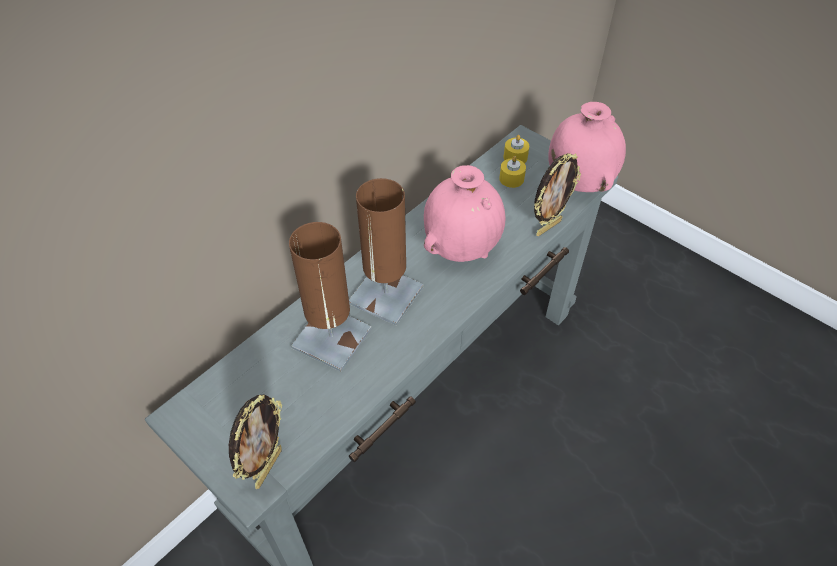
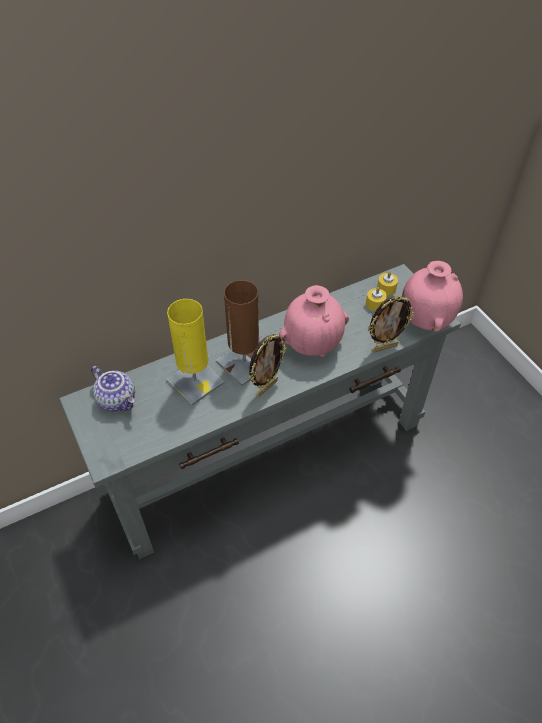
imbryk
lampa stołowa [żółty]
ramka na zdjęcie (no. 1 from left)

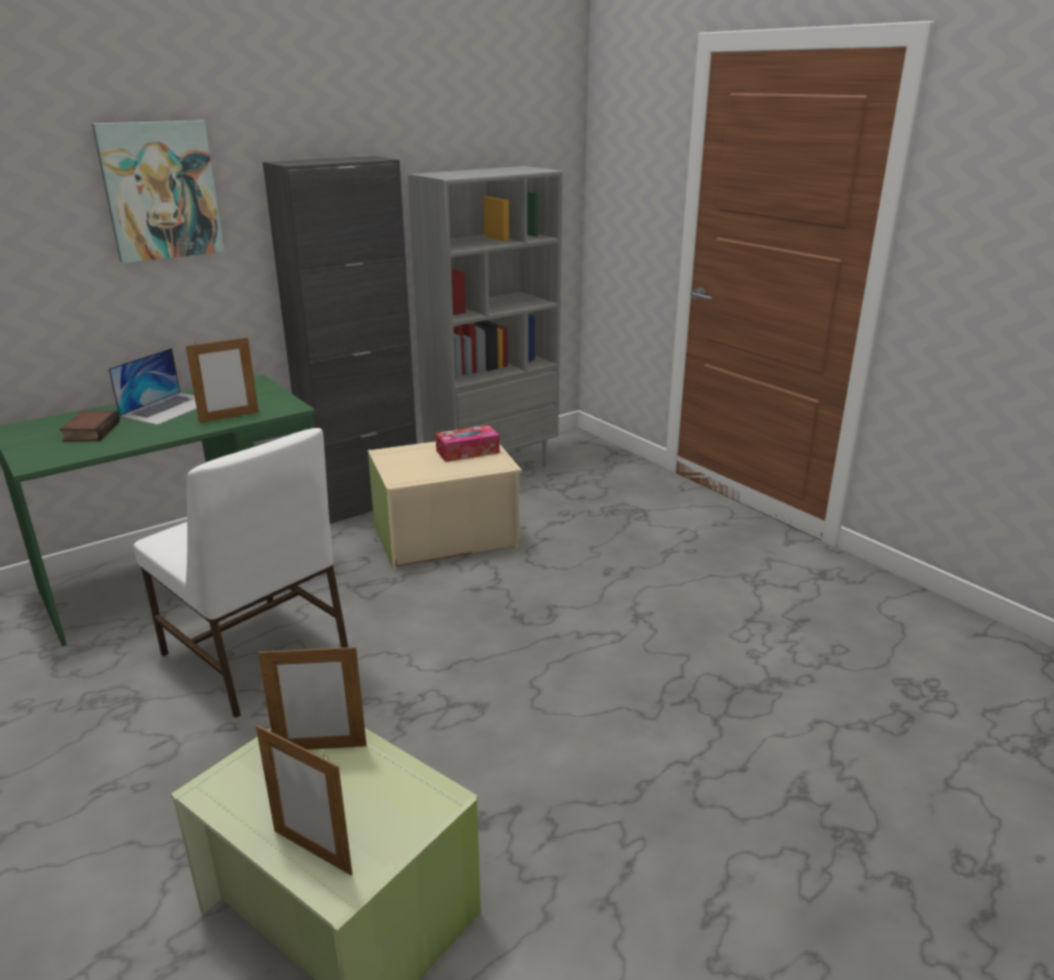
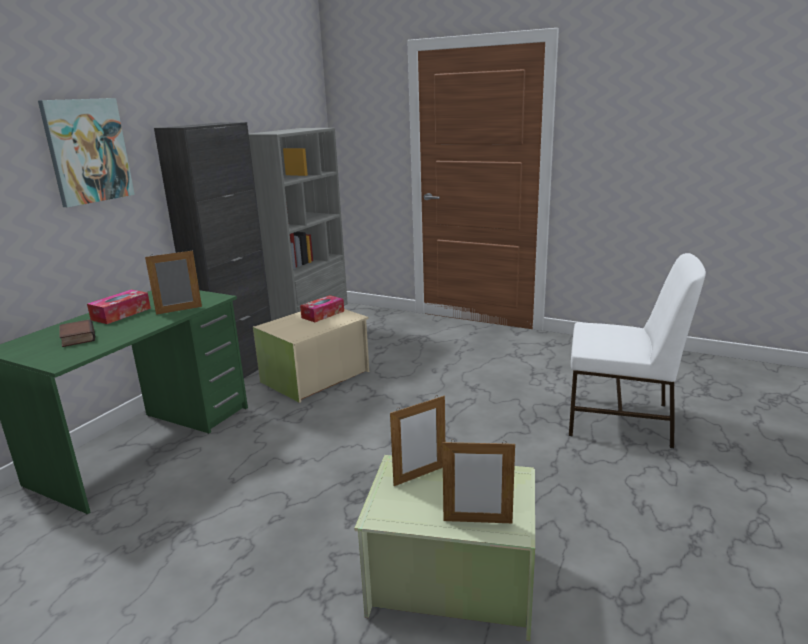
pudełko chusteczek (no. 1 from left)
ramka na zdjęcie (no. 1 from left)
krzesło [biały]

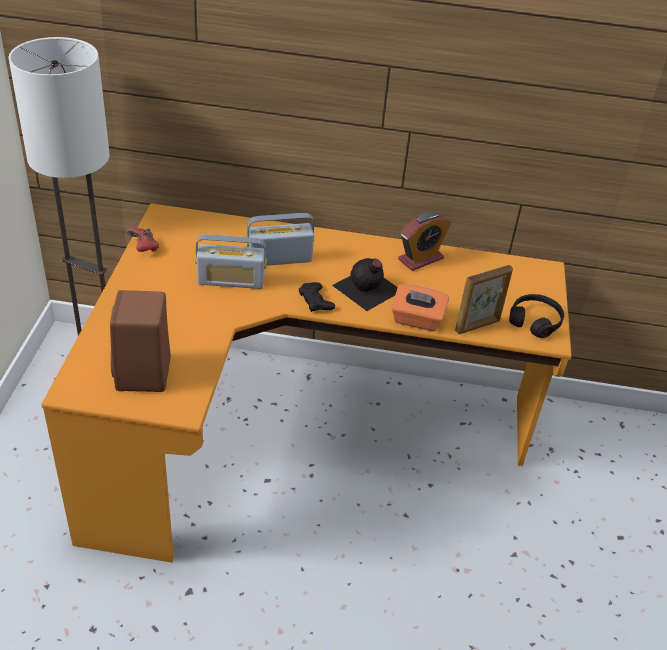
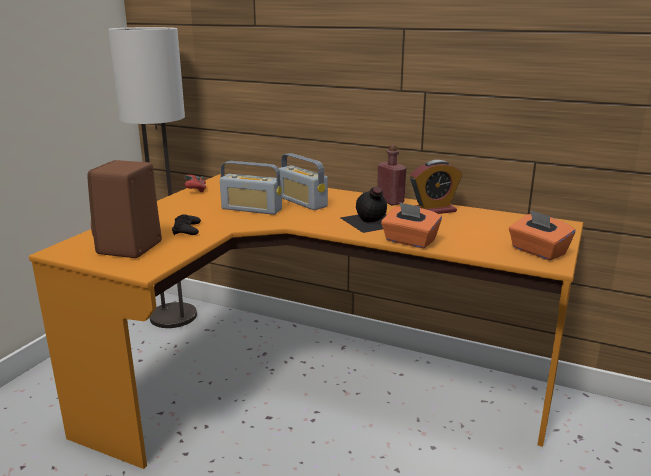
pad do gier [czarny]
radio (no. 2 from left)
butelka [czerwony]
pudełko chusteczek [pomarańczowy] (no. 2 from left)
ramka na zdjęcie

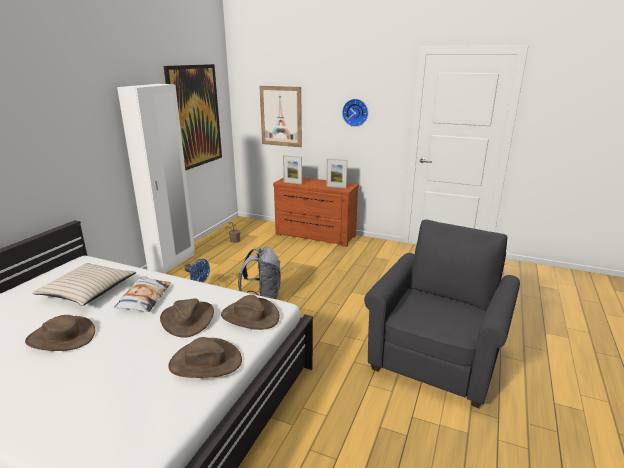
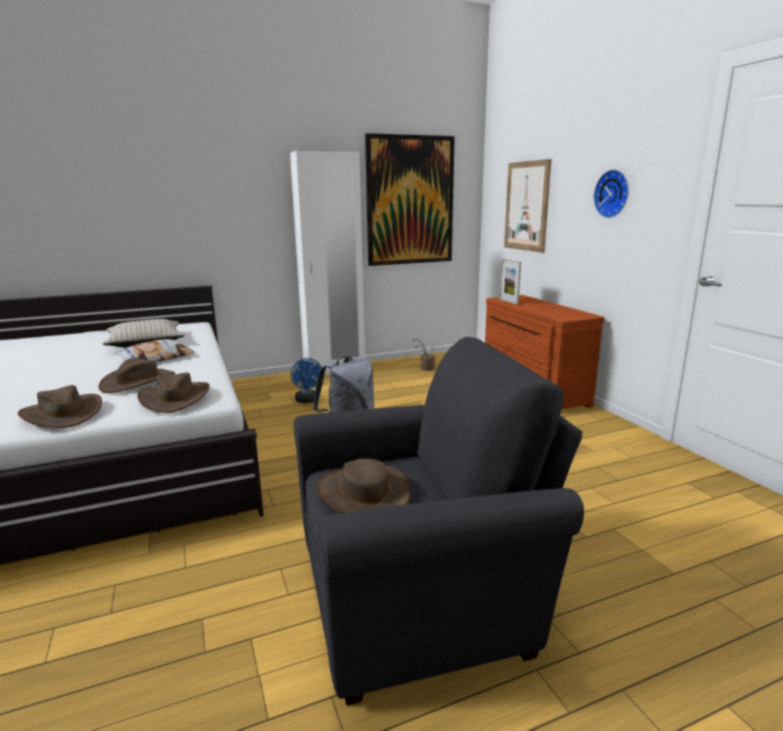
kapelusz [brązowy] (no. 4 from left)
ramka na zdjęcie (no. 2 from left in the first image)

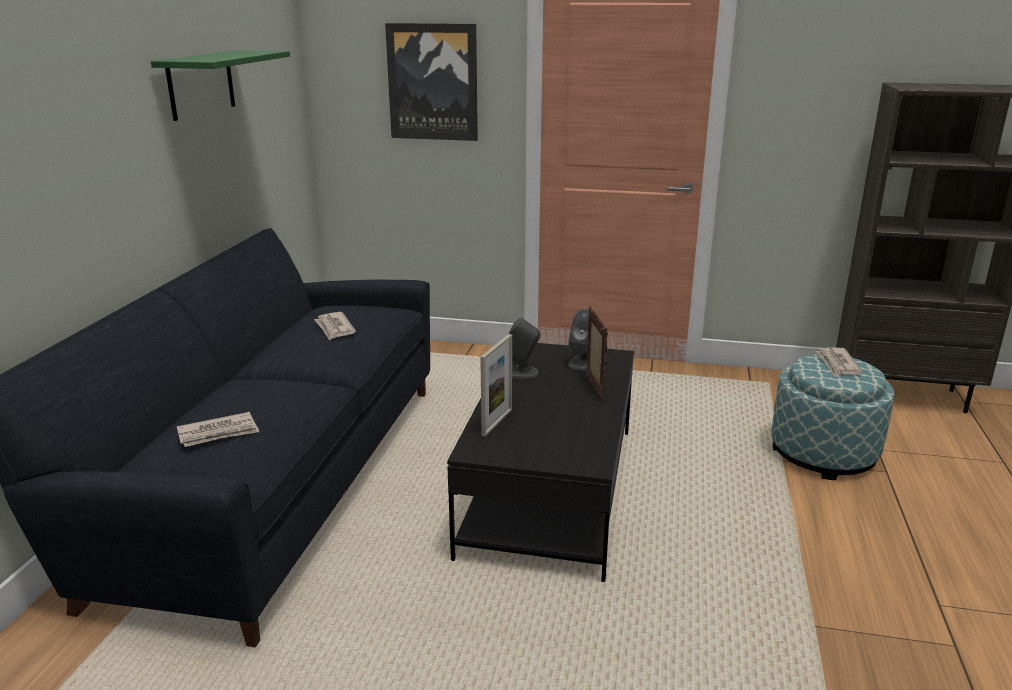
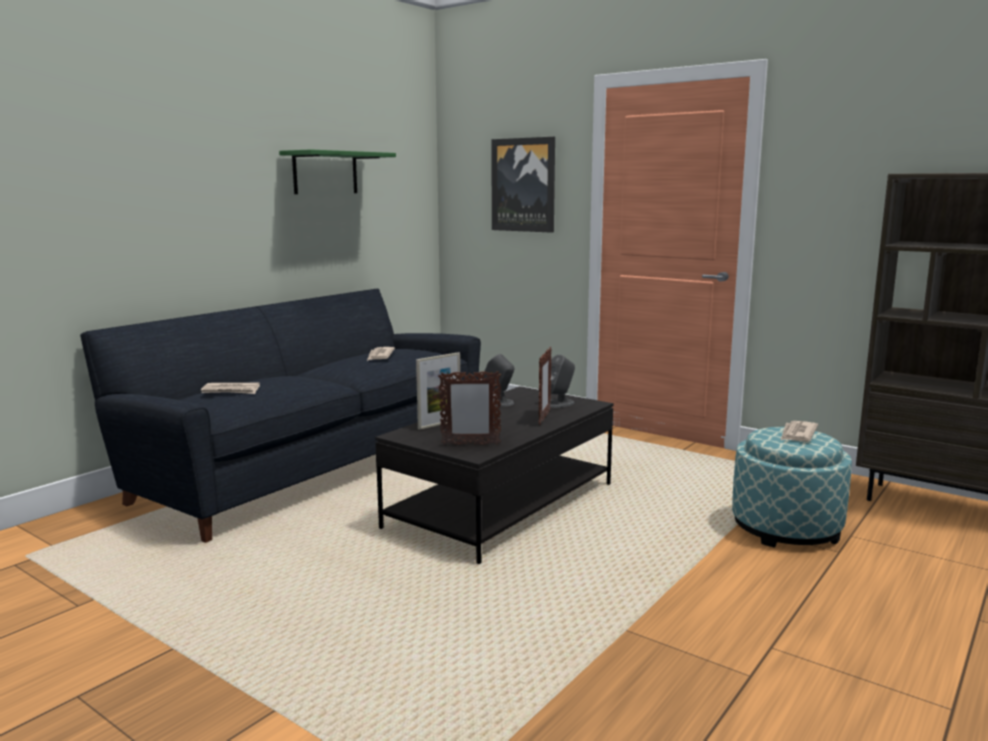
ramka na zdjęcie (no. 2 from left)

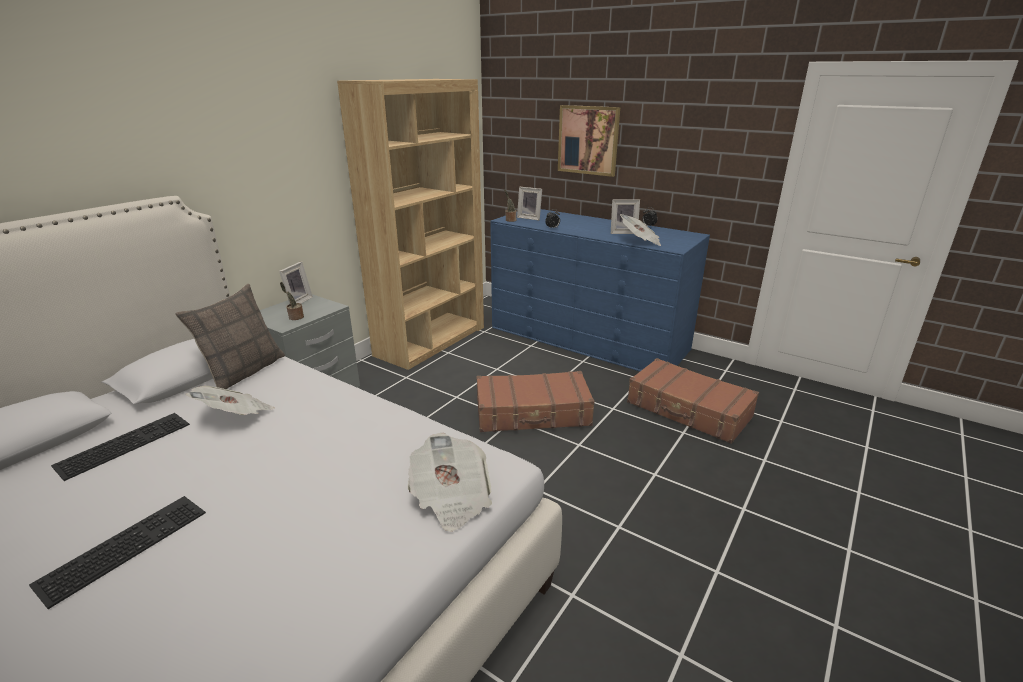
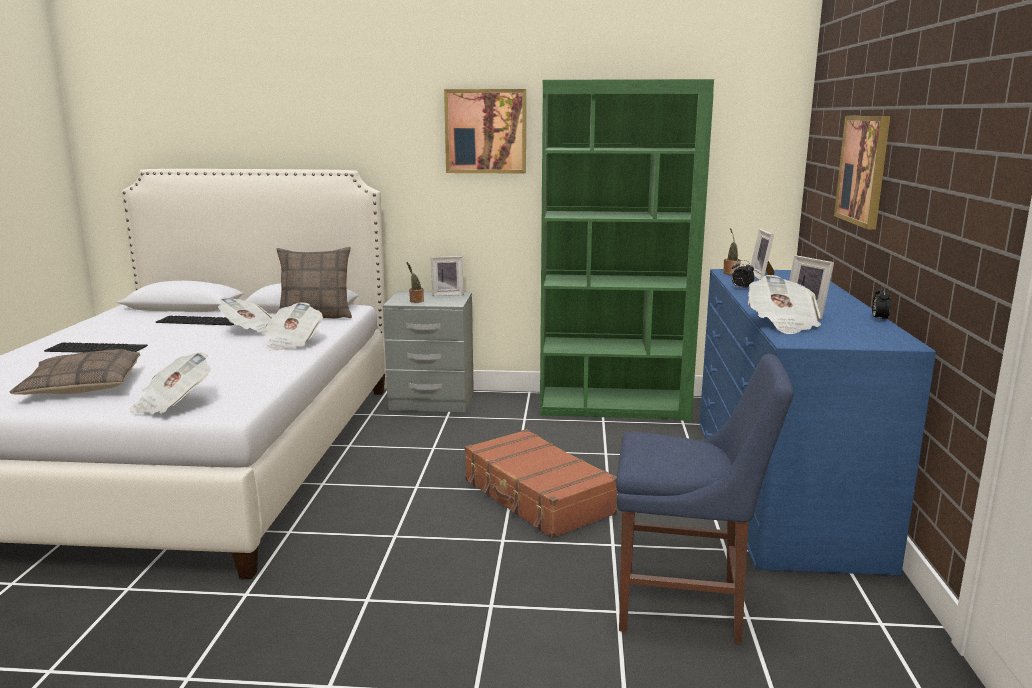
poduszka (no. 1 from left)
gazeta (no. 3 from left)
obraz (no. 1 from left)
regał [zielony]
krzesło [niebieski]

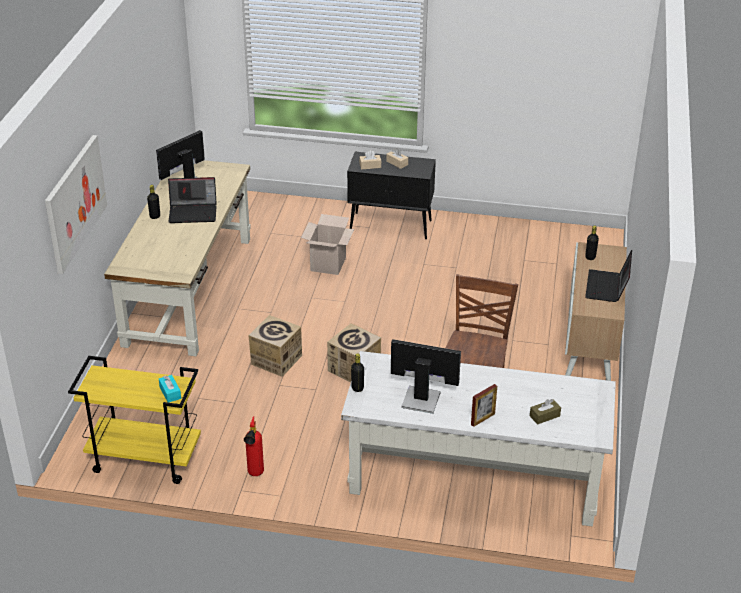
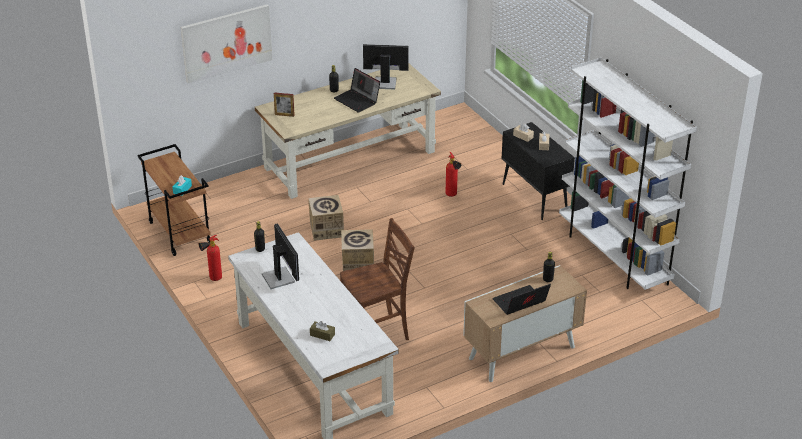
wózek [brązowy]
ramka na zdjęcie
gaśnica (no. 2 from left)
regał [biały]

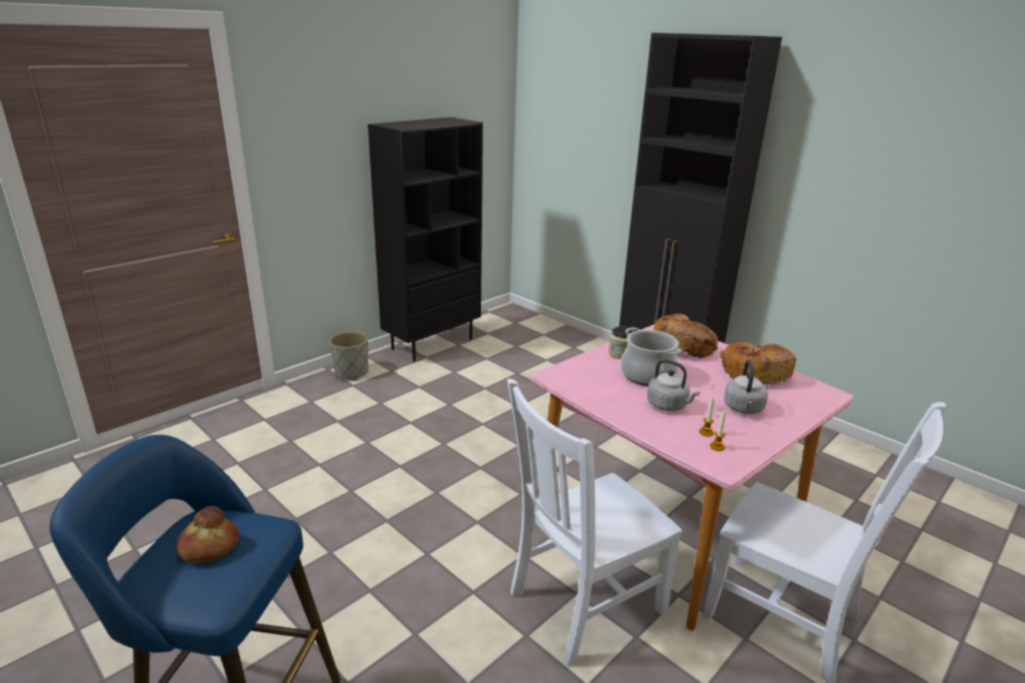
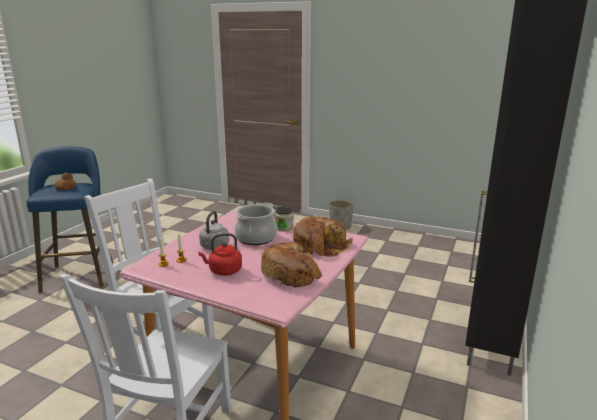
czajnik [czerwony]
regał [czarny]

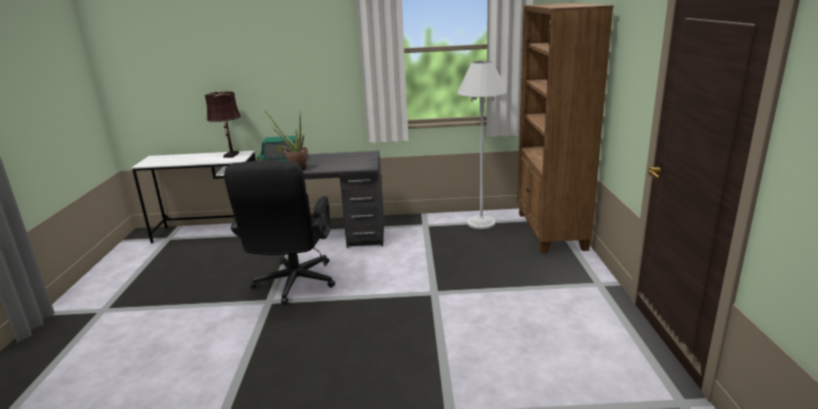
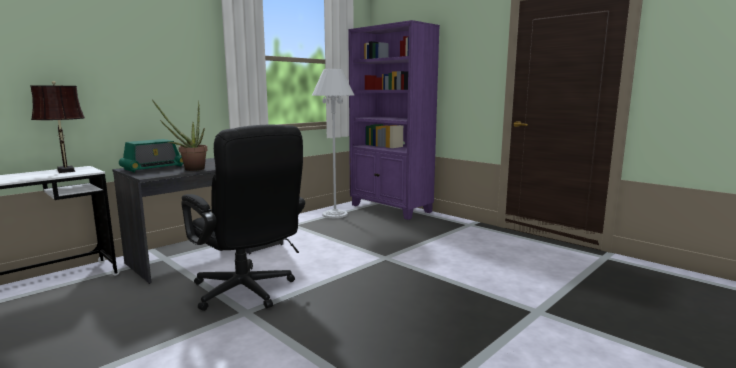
regał [fioletowy]

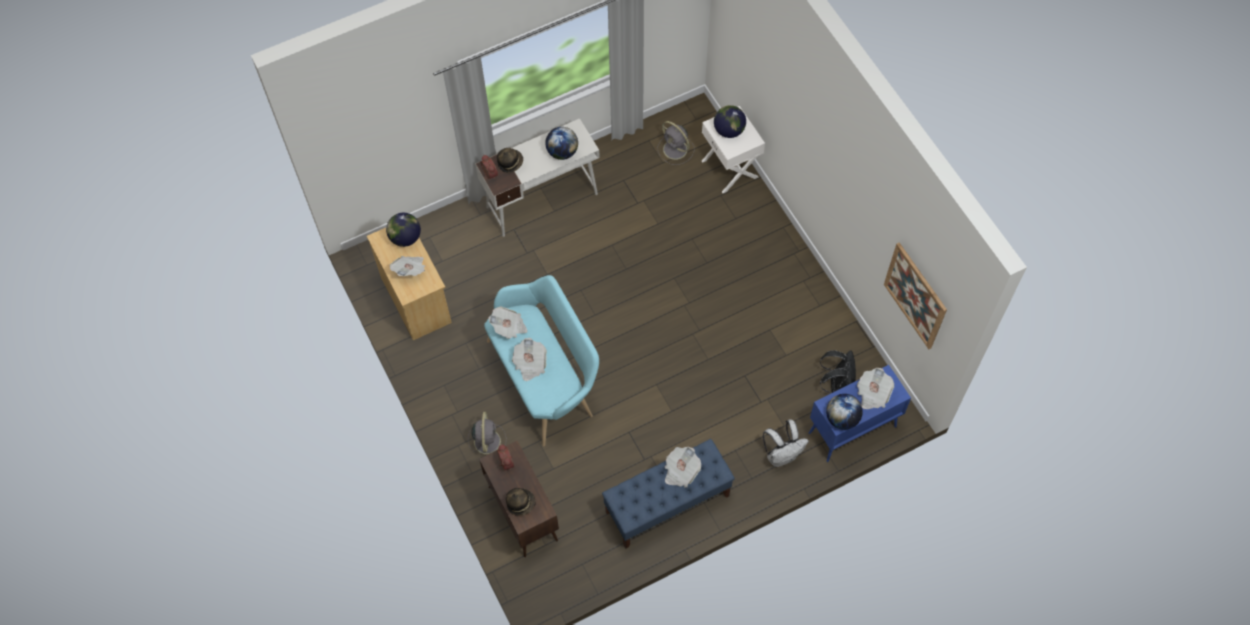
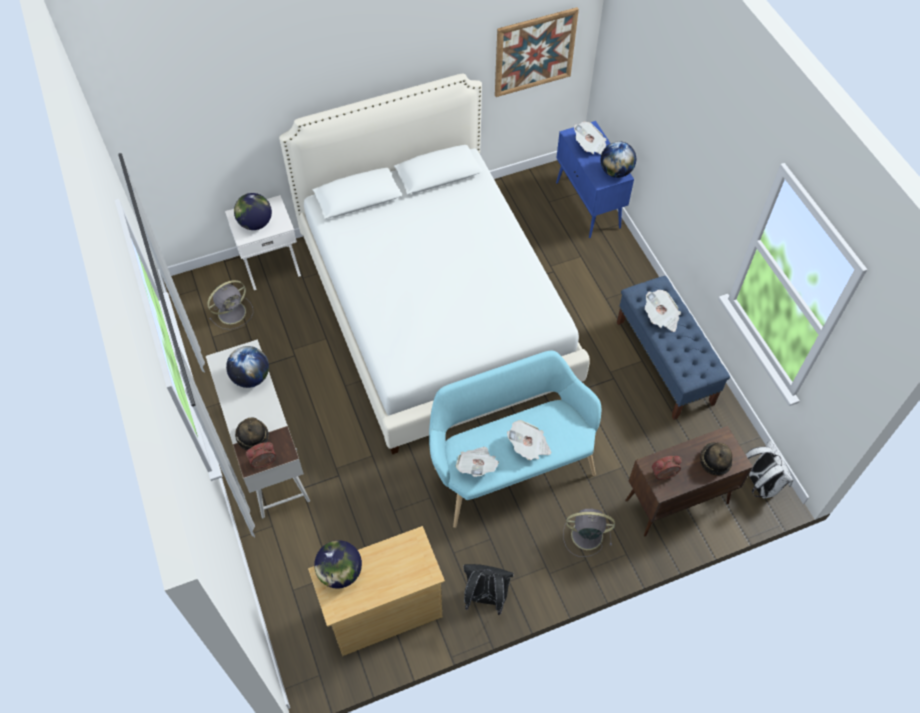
łóżko [biały]
plecak [czarny]
plecak [biały]
gazeta (no. 1 from left in the first image)

